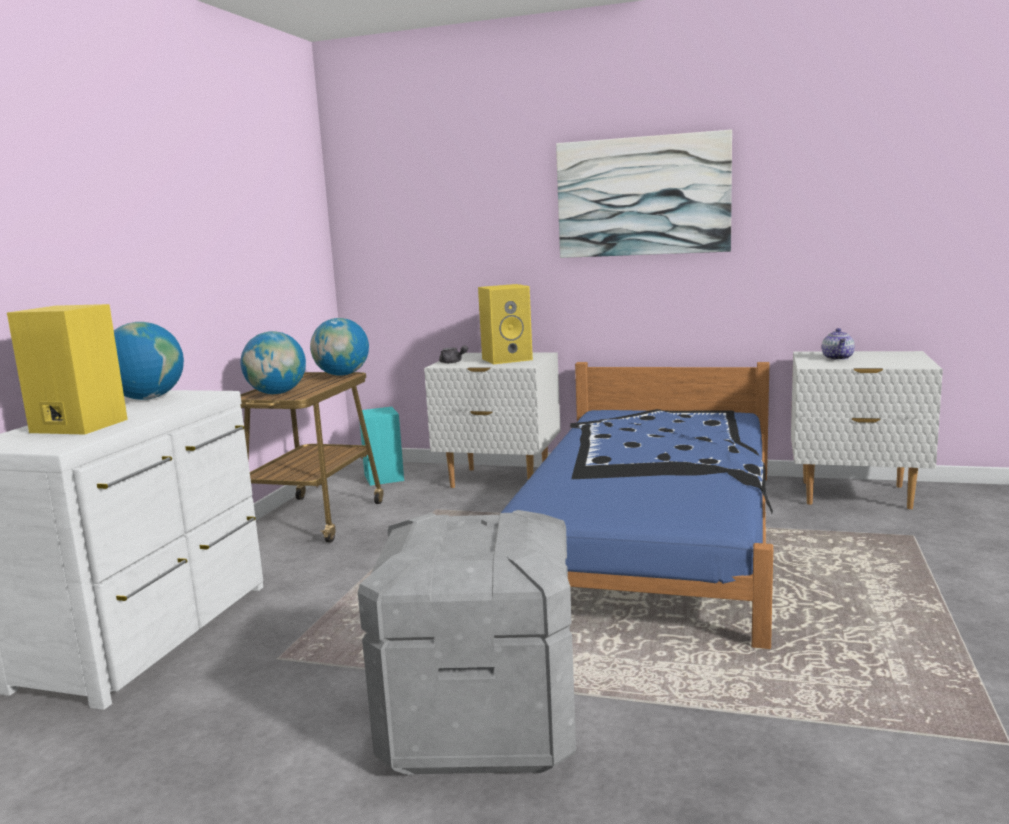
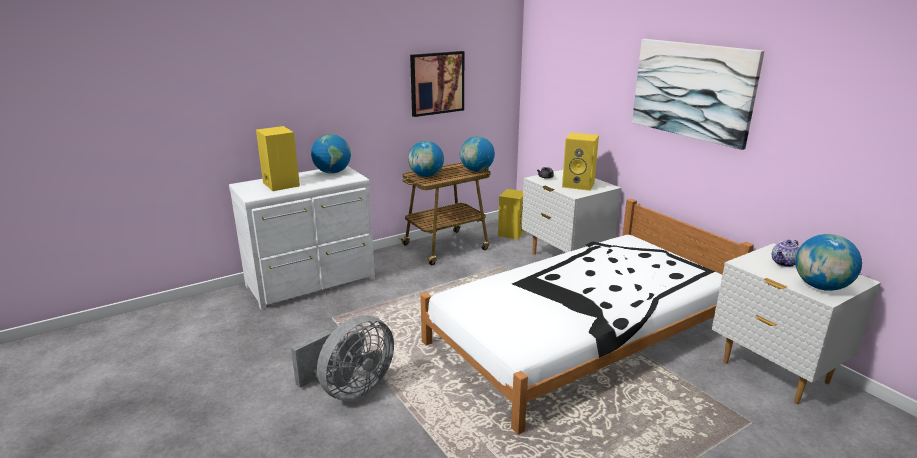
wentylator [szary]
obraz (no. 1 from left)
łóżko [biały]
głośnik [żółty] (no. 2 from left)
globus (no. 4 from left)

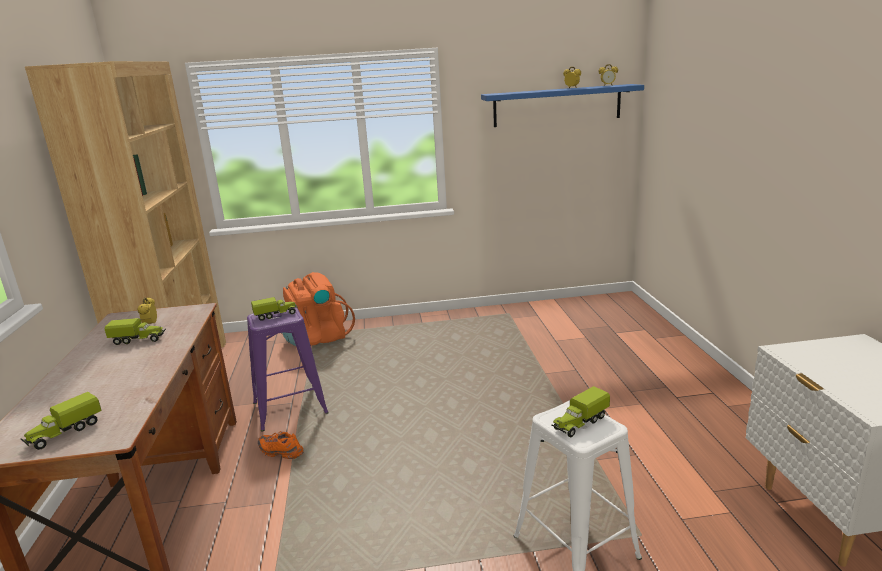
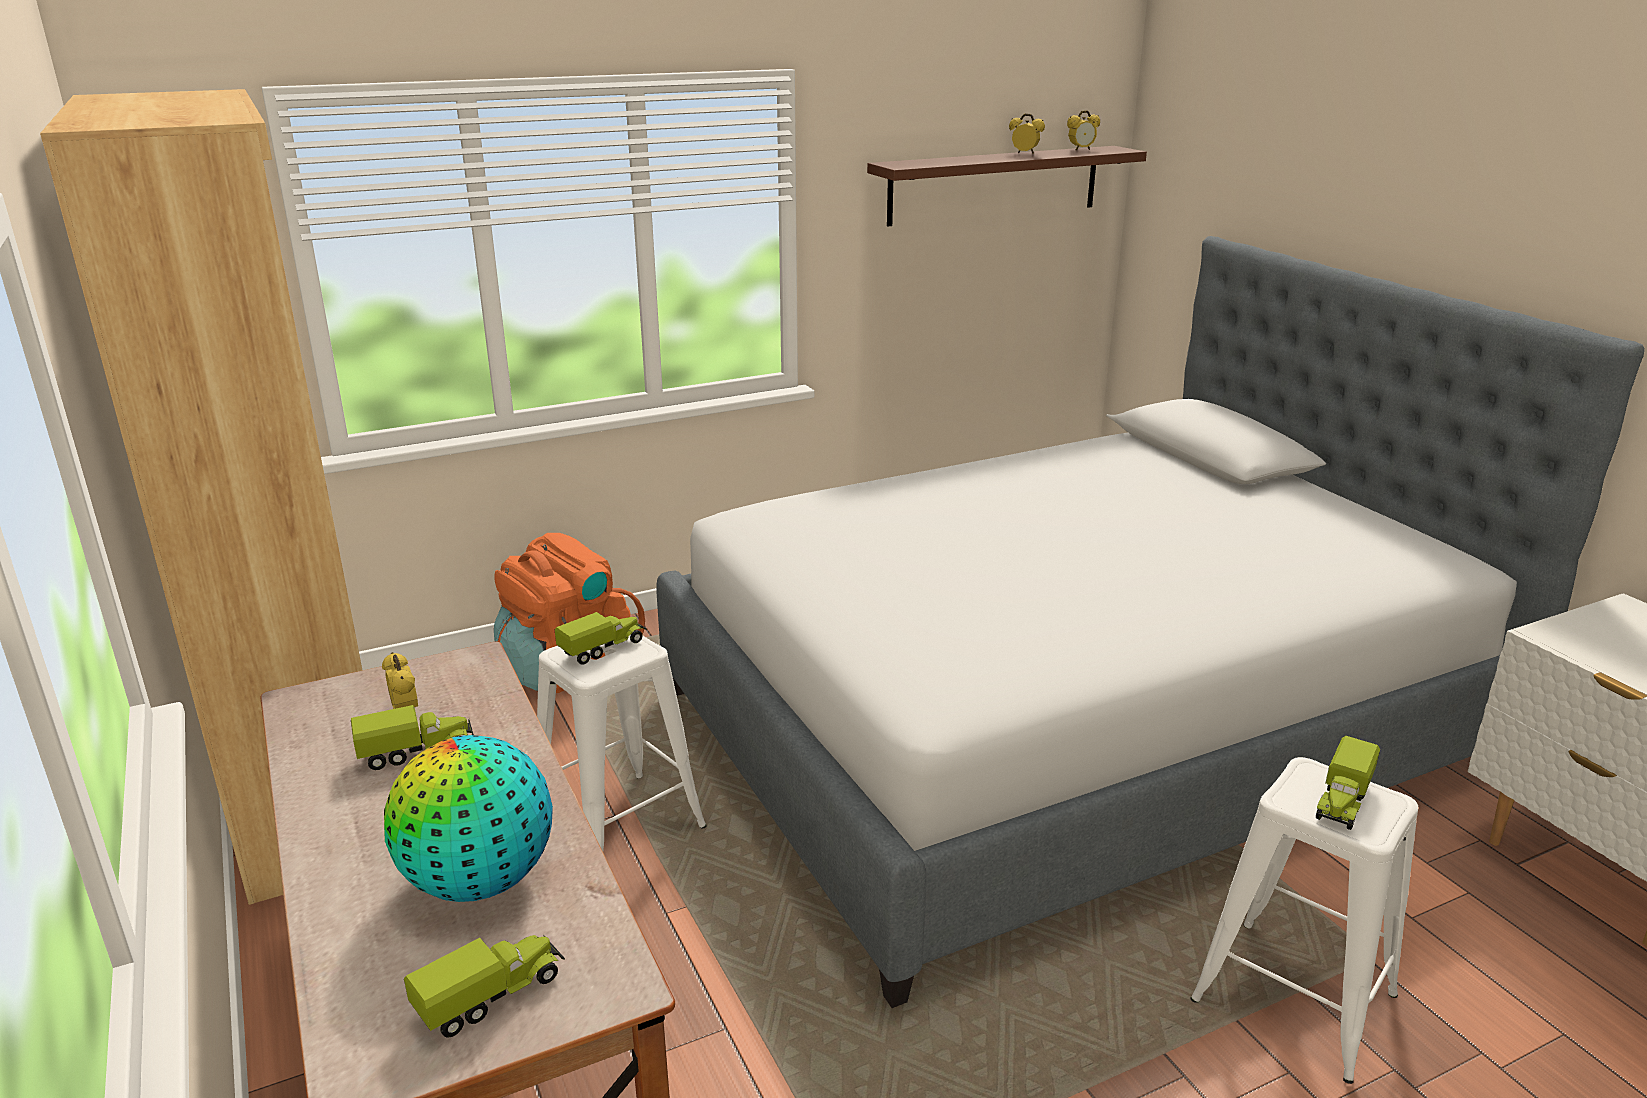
globus
ciężarówka zabawkowa (no. 2 from left)
stołek [biały] (no. 1 from left)
łóżko
półka [brązowy]
but [pomarańczowy]

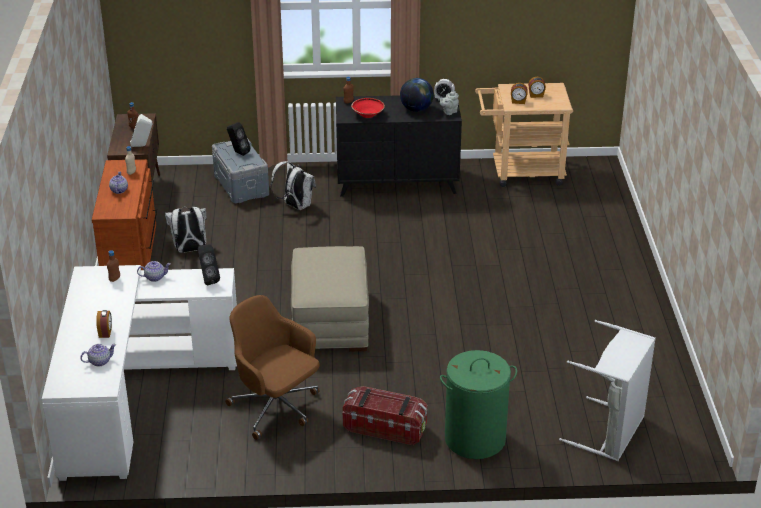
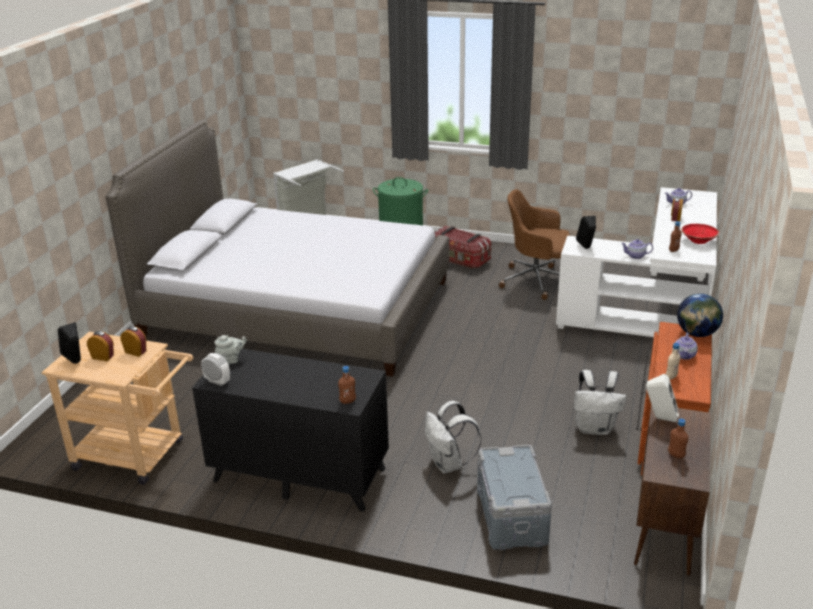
głośnik [czarny] (no. 1 from left)
łóżko
krzesło biurowe [brązowy]
globus
miska [czerwony]
pufa [beżowy]

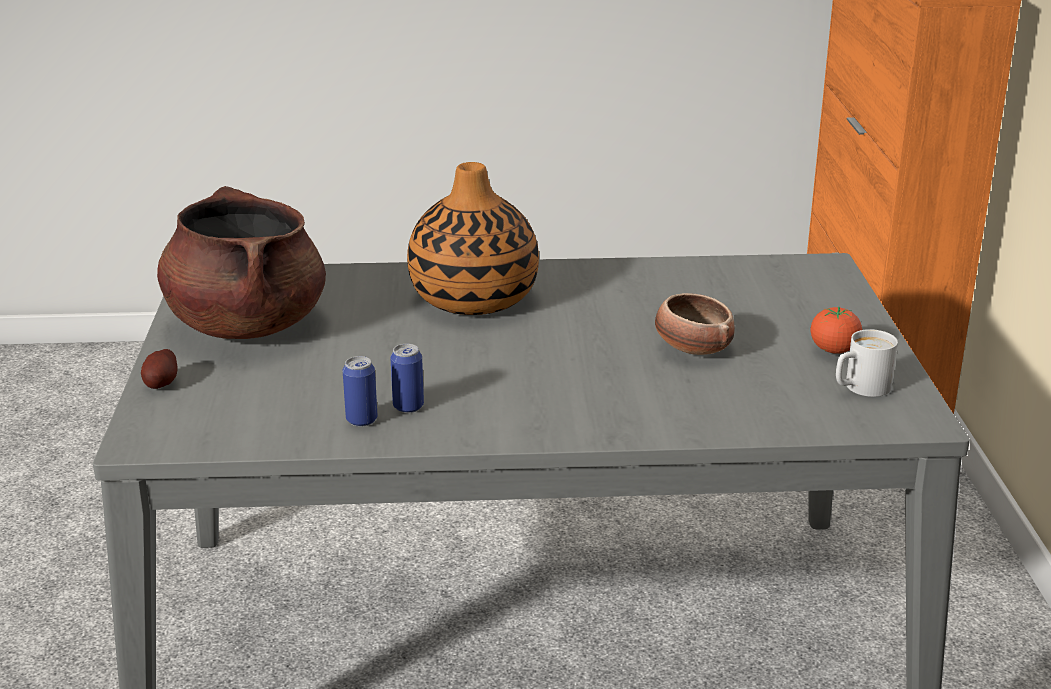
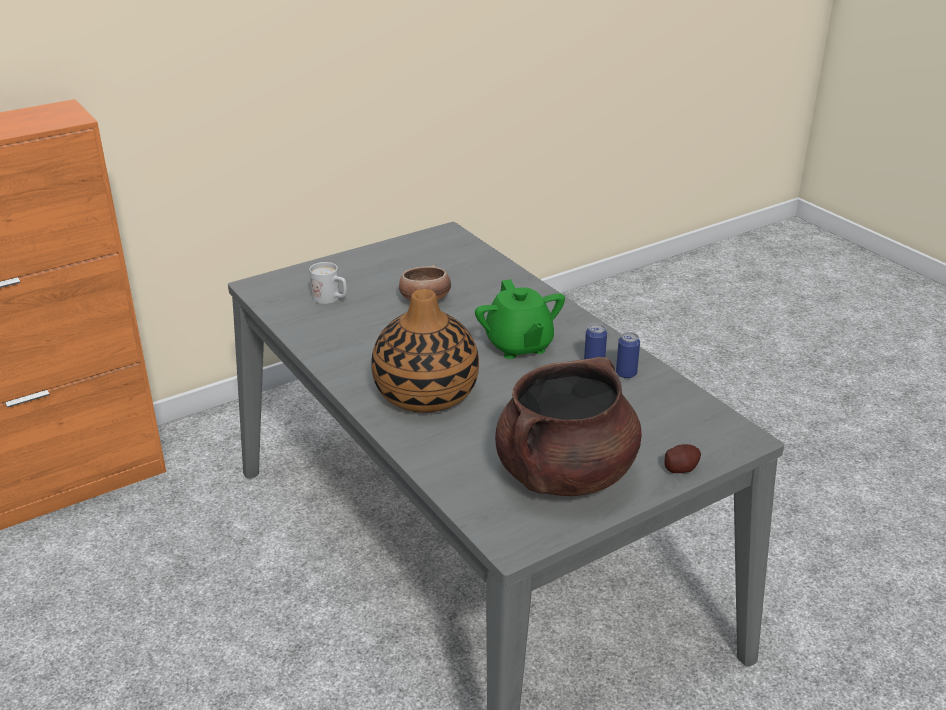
kubek [biały]
imbryk [zielony]
pomidor

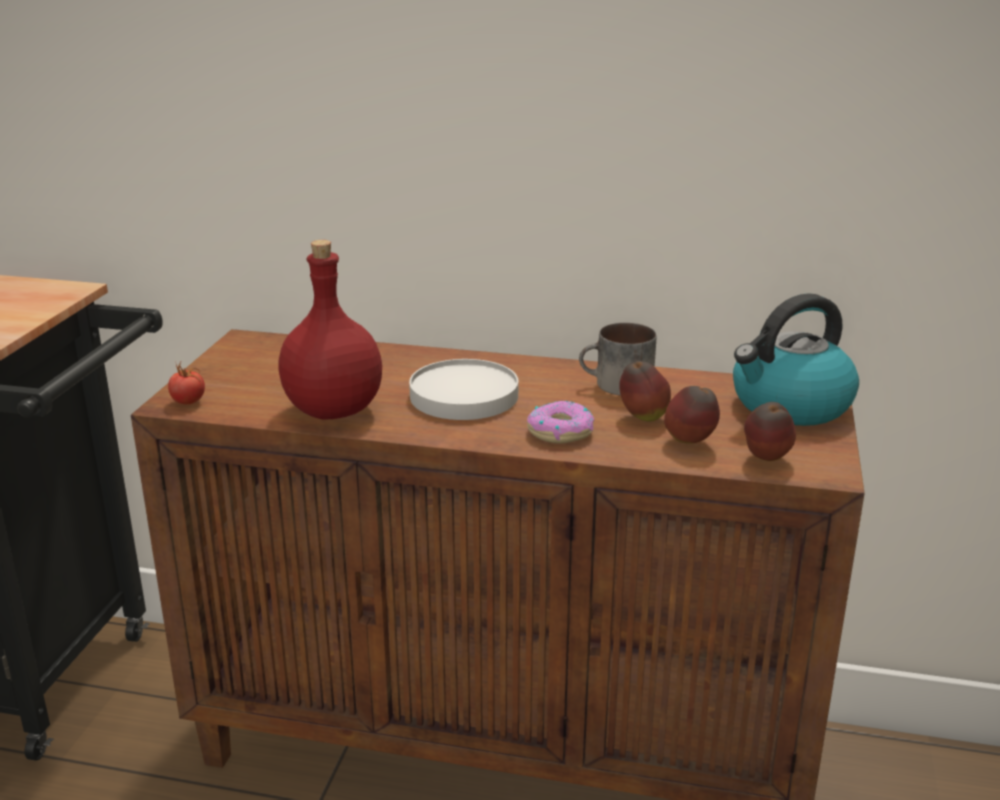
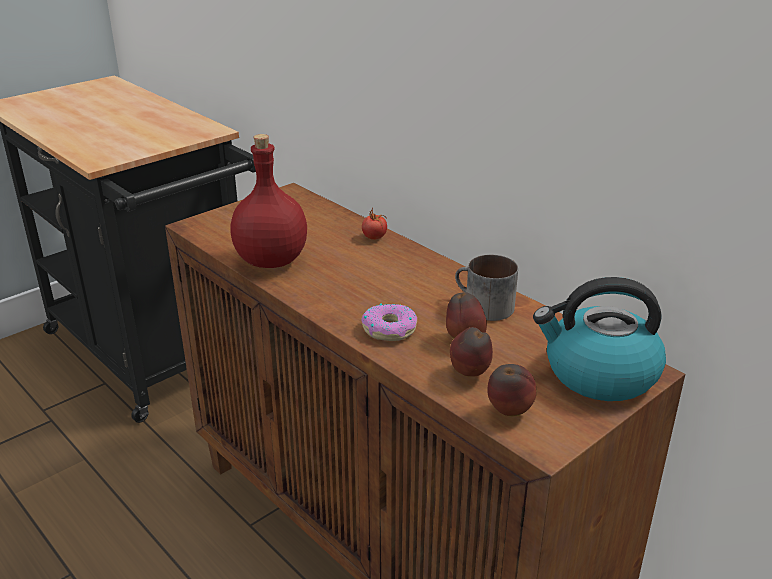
pomidor
talerz [biały]

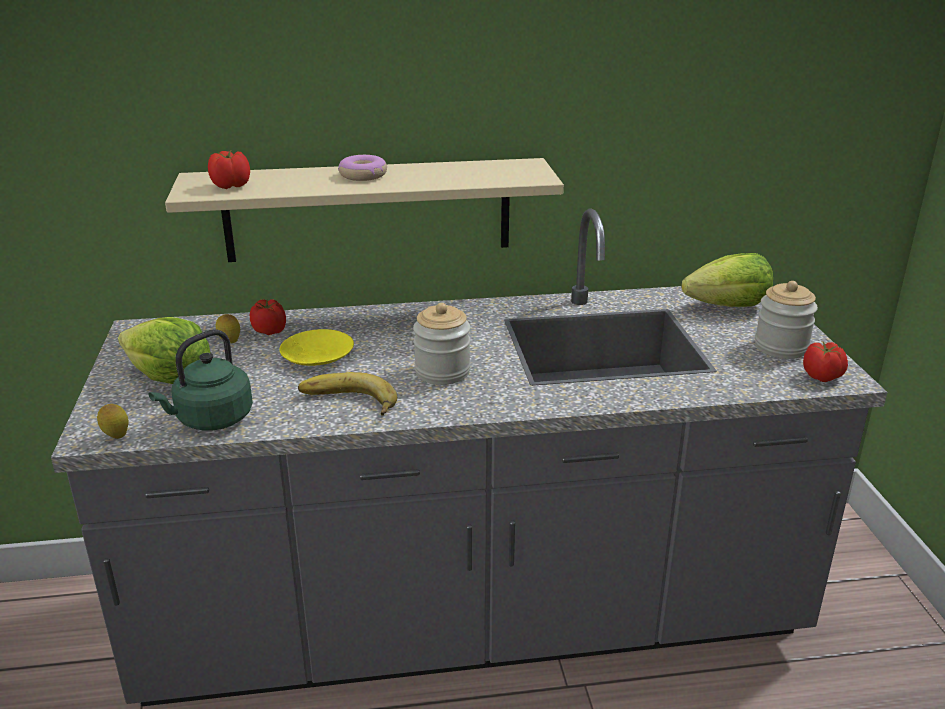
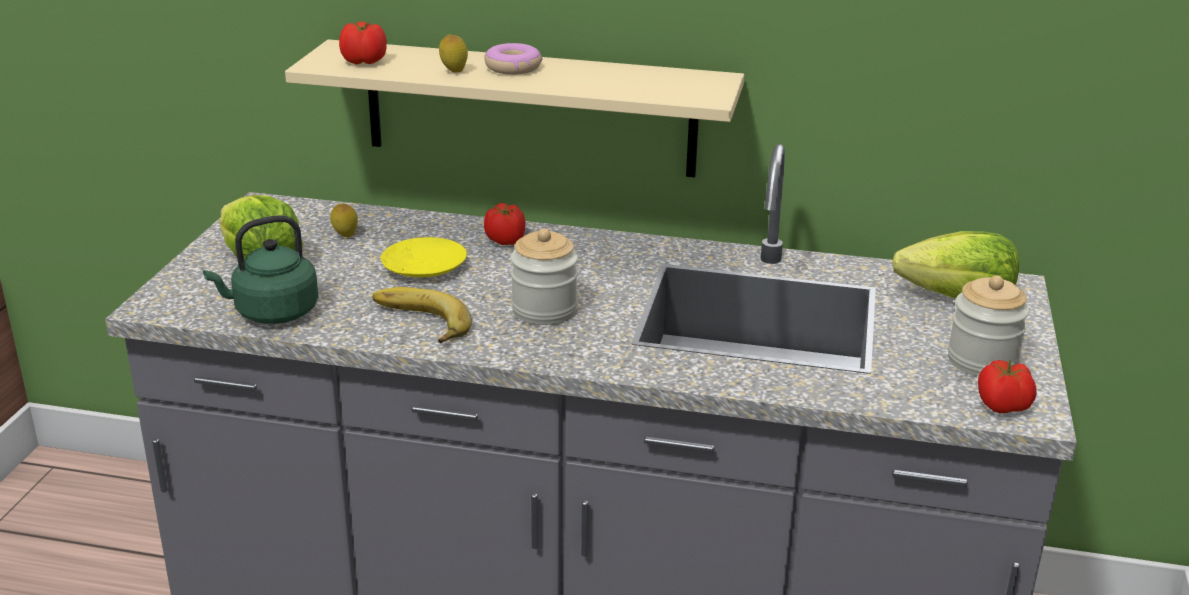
cytryna (no. 2 from left)
pomidor (no. 2 from left)

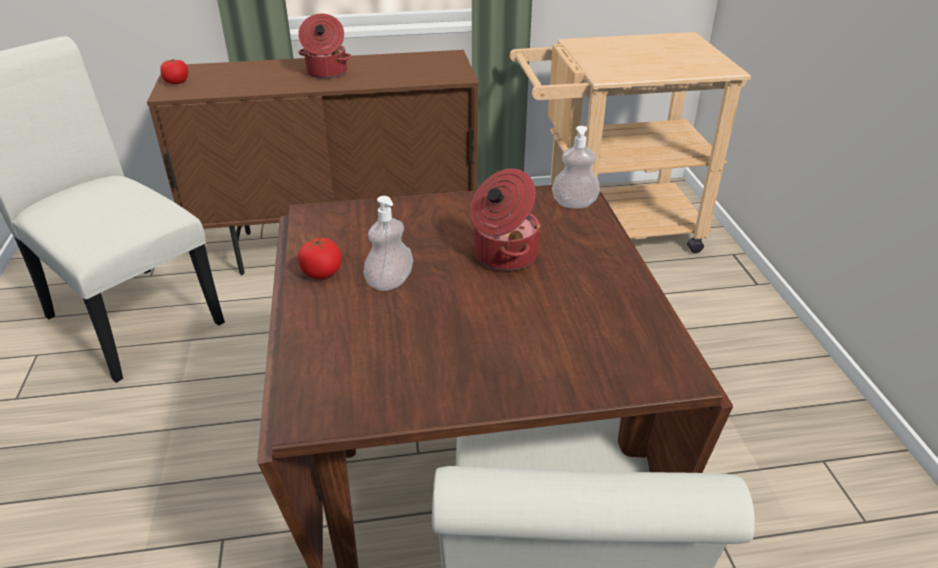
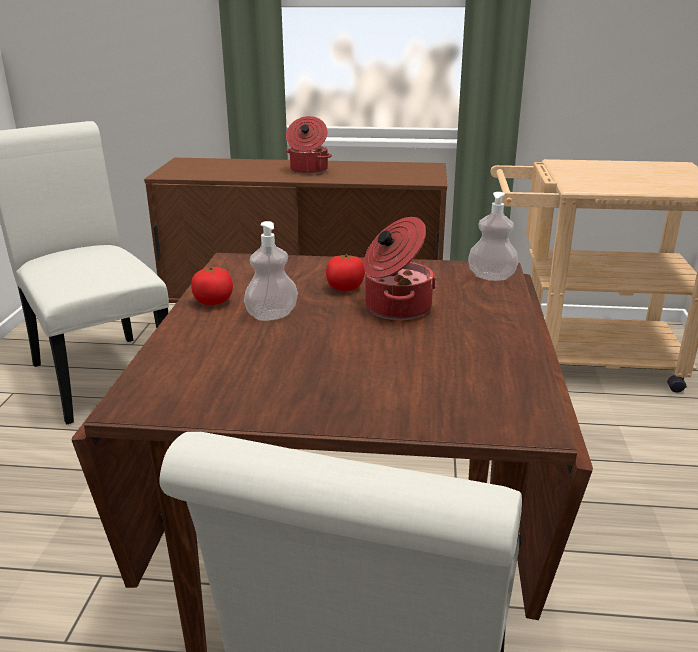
pomidor (no. 2 from left)

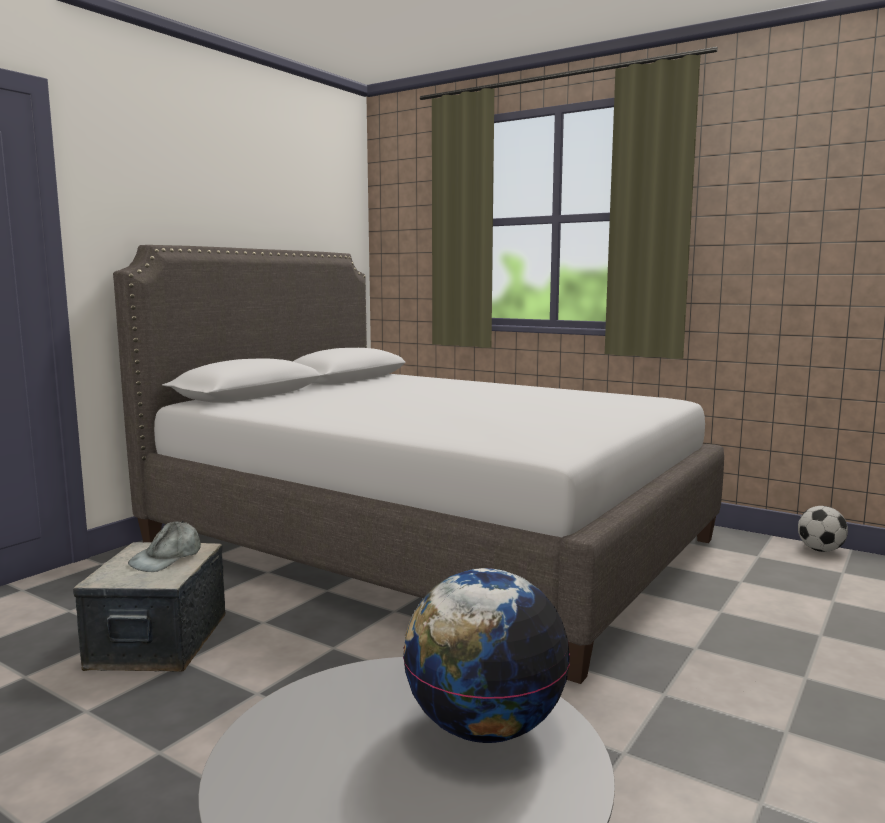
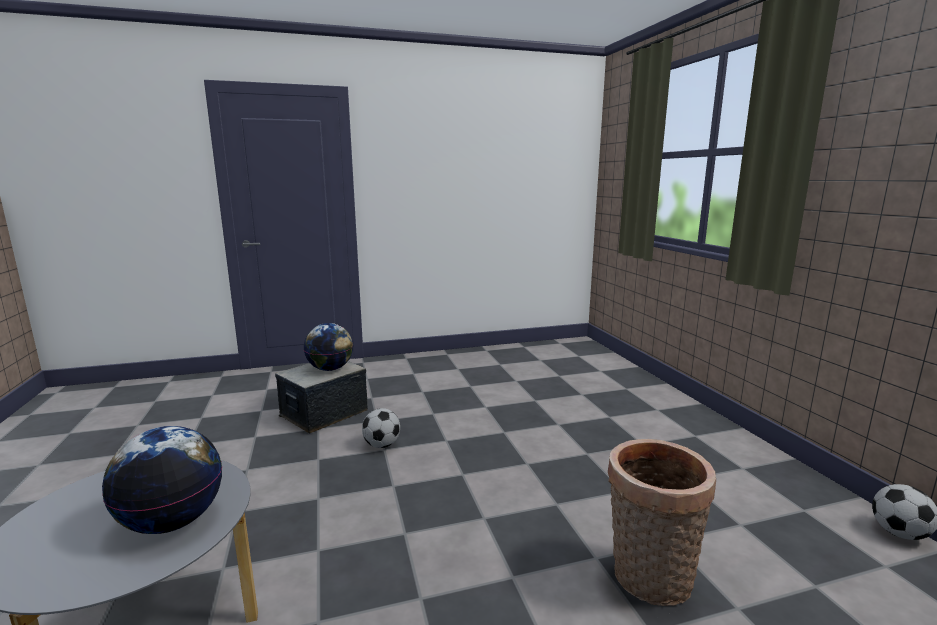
globus (no. 2 from left)
piłka futbolowa (no. 1 from left)
koszyk
łóżko [szary]

